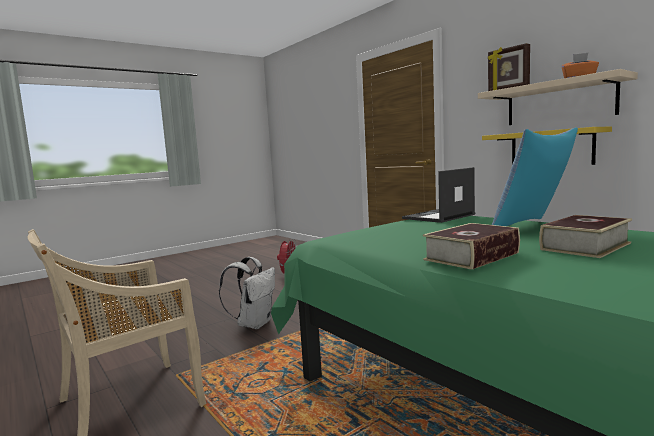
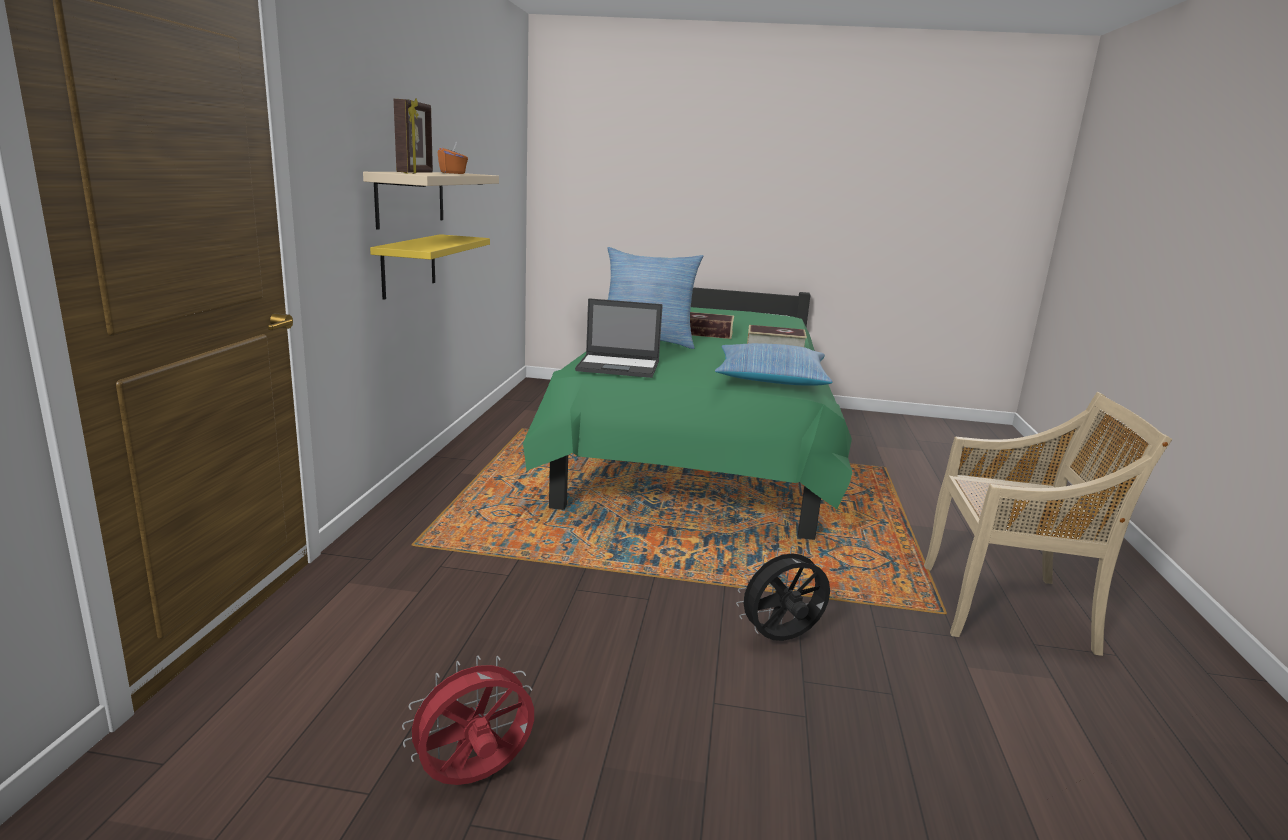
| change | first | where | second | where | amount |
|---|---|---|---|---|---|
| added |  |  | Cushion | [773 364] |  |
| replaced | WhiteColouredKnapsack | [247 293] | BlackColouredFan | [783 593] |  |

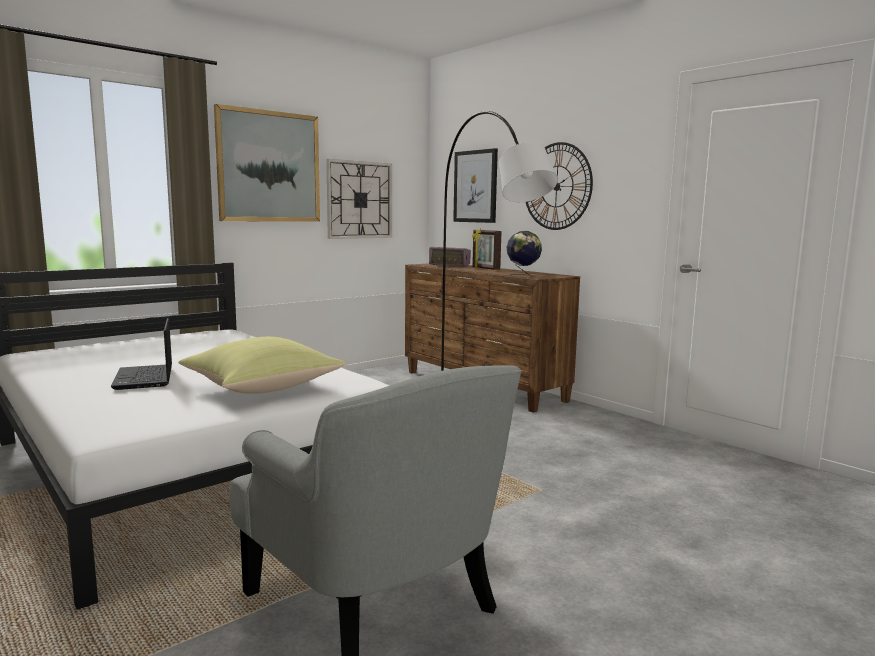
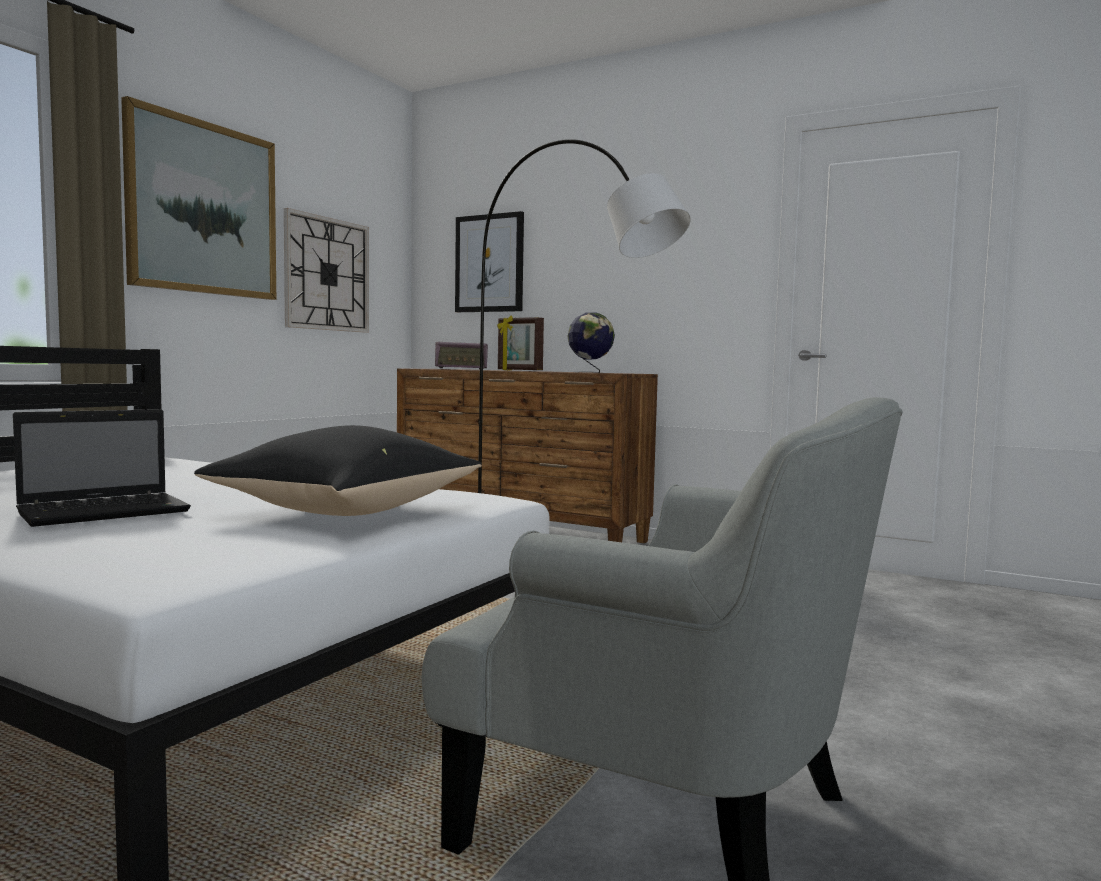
| change | first | where | second | where | amount |
|---|---|---|---|---|---|
| removed | ClockOnTheWall | [559 186] |  |  |  |
| recoloured | YellowColouredCushion | [262 365] | BlackColouredCushion | [338 470] |  |
| turned | NotebookComputer | [141 354] |  | [102 468] | 90 degrees counterclockwise |

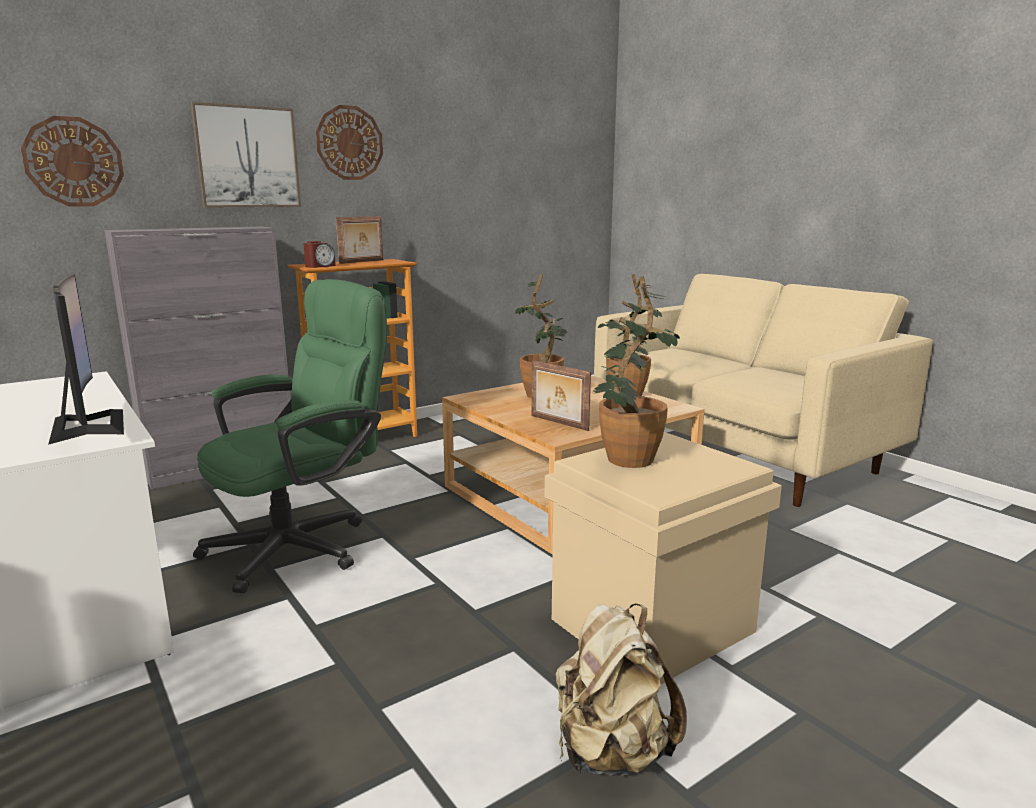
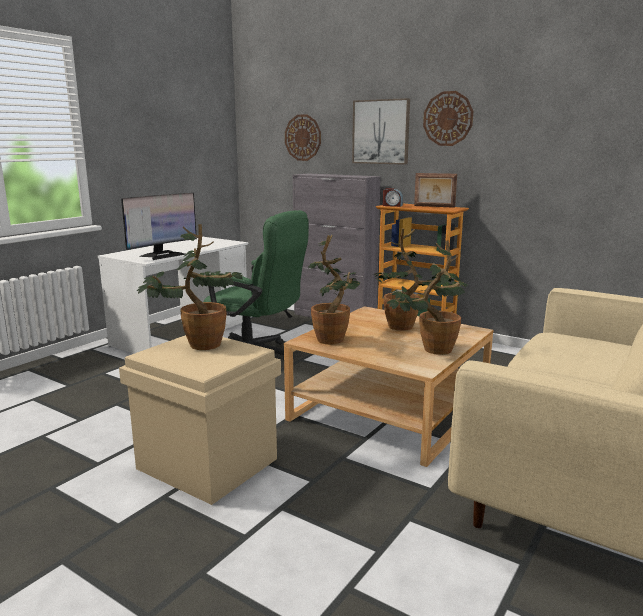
| change | first | where | second | where | amount |
|---|---|---|---|---|---|
| removed | SandColouredKnapsack | [621 690] |  |  |  |
| replaced | PictureFrame | [561 395] | Houseplant | [334 289] |  |

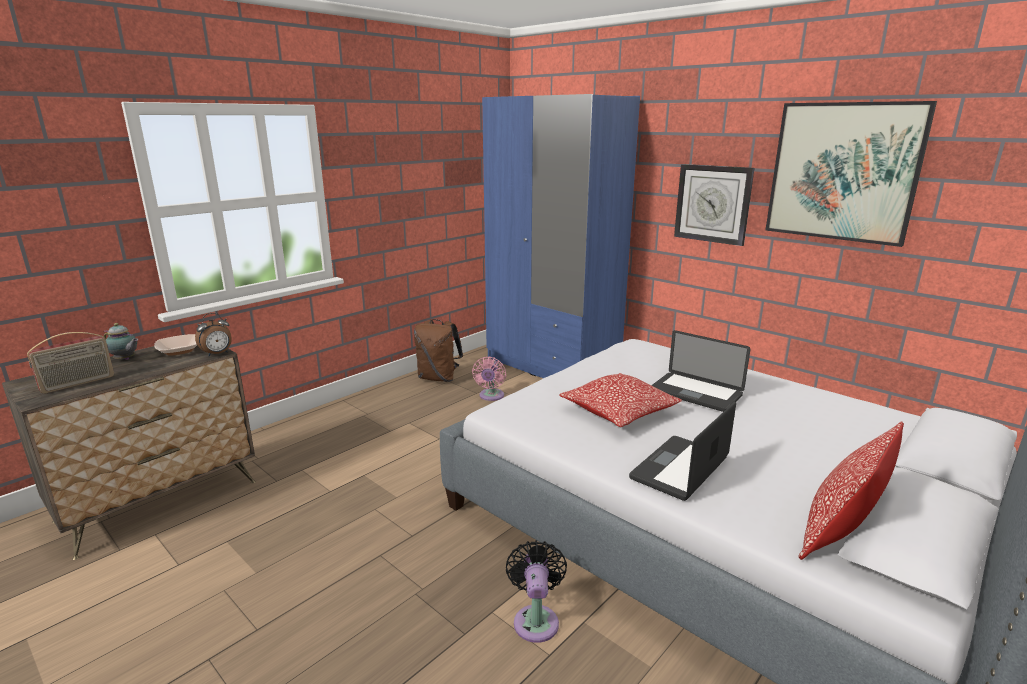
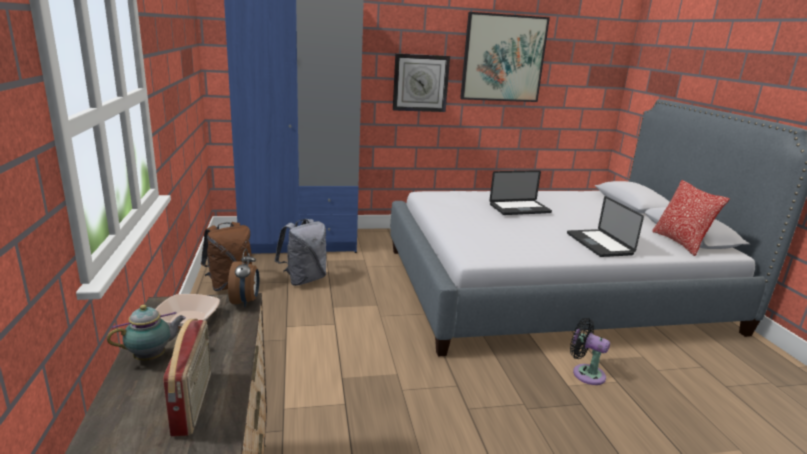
| change | first | where | second | where | amount |
|---|---|---|---|---|---|
| removed | Cushion | [621 400] |  |  |  |
| replaced | PinkFan | [489 379] | GreyKnapsack | [300 252] |  |

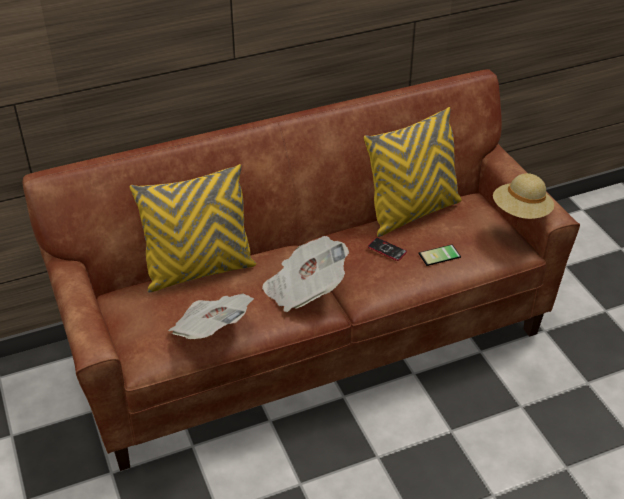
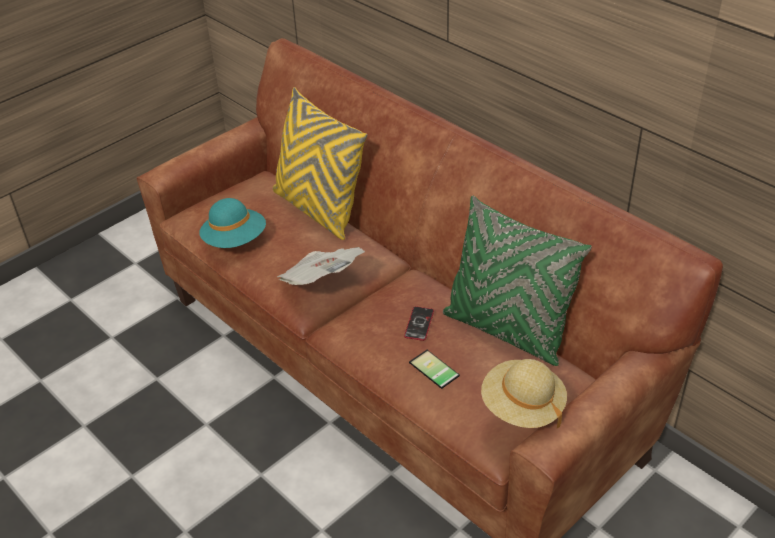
| change | first | where | second | where | amount |
|---|---|---|---|---|---|
| replaced | PrintedPaper | [211 316] | TurquoiseColouredClothingHat | [232 223] |  |
| recoloured | YellowColouredCushion | [413 172] | GreenishCushion | [517 281] |  |

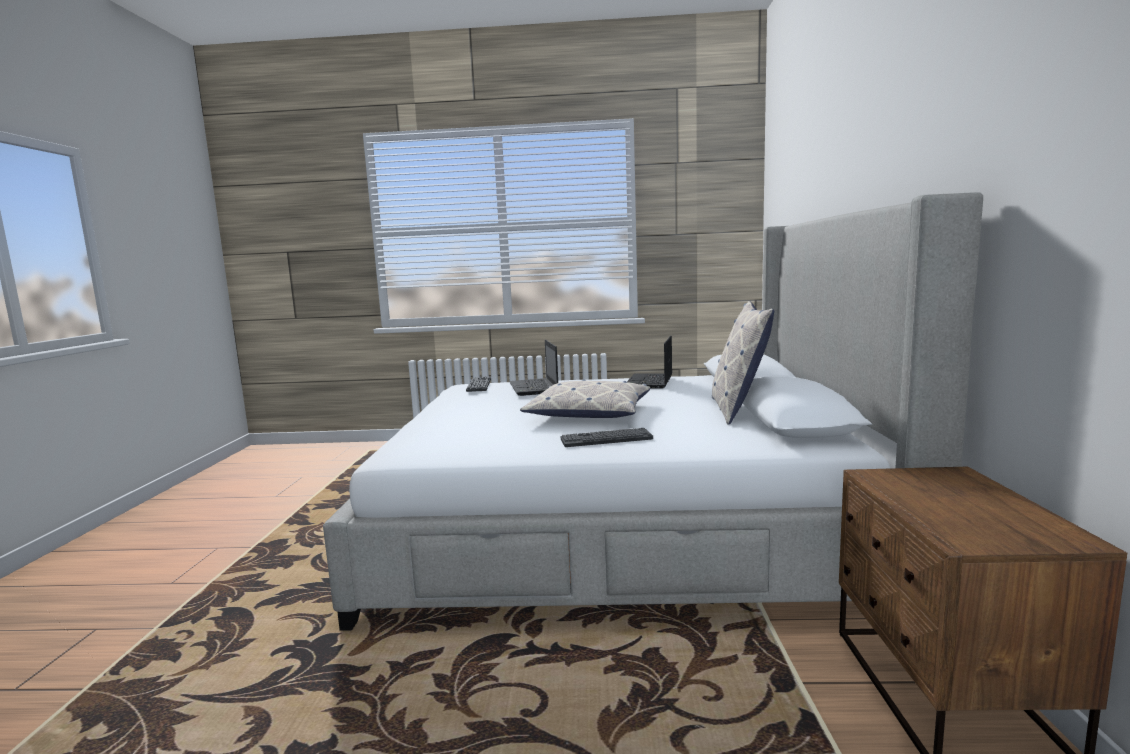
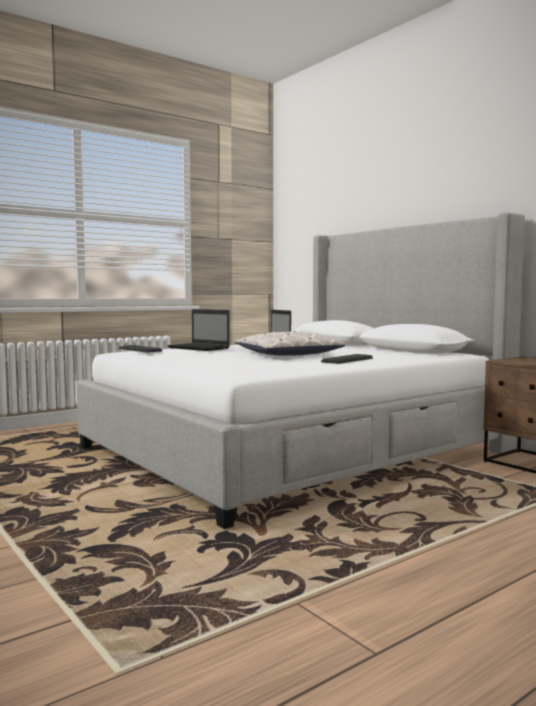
| change | first | where | second | where | amount |
|---|---|---|---|---|---|
| removed | Cushion | [743 363] |  |  |  |

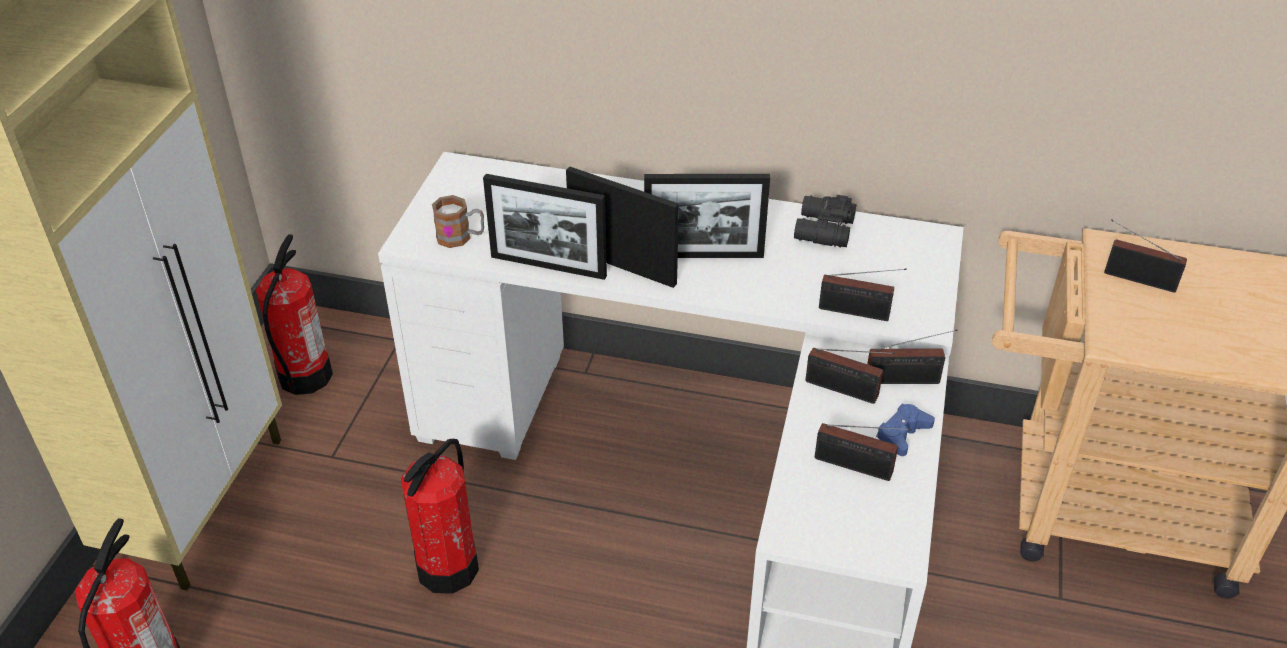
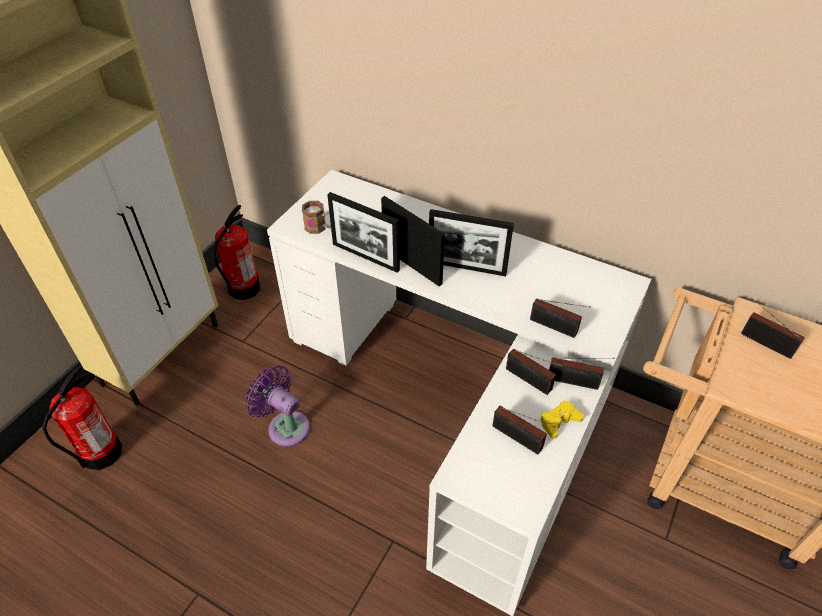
| change | first | where | second | where | amount |
|---|---|---|---|---|---|
| removed | BlackColouredFieldGlasses | [825 221] |  |  |  |
| replaced | FireFightingCylinder | [440 516] | PurplishFan | [277 406] |  |
| recoloured | BluishJoypad | [905 430] | YellowColouredJoypad | [562 420] |  |

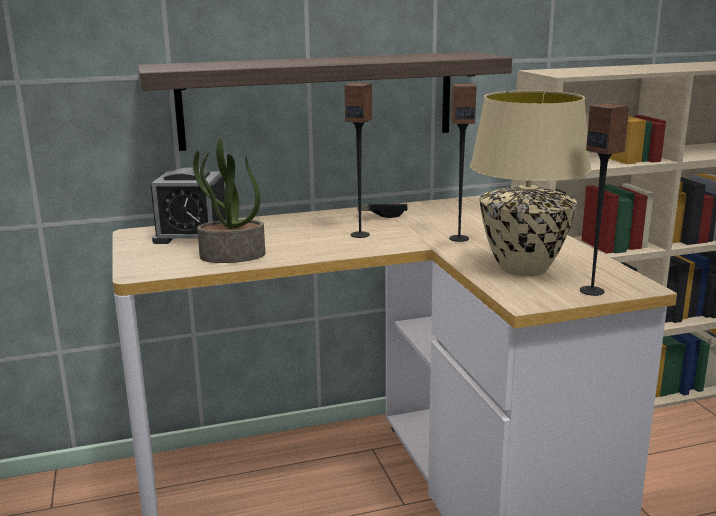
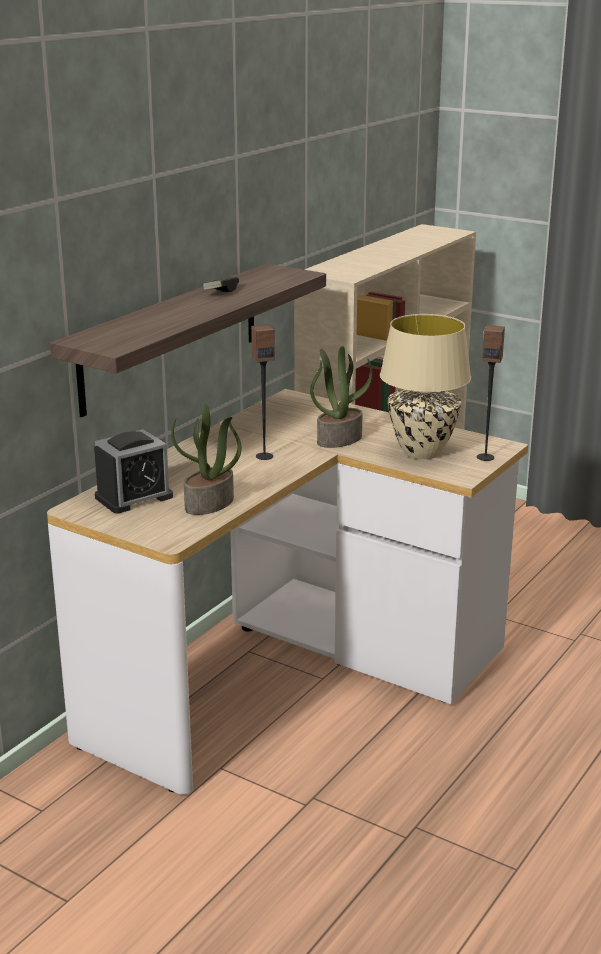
| change | first | where | second | where | amount |
|---|---|---|---|---|---|
| moved | Joypad | [383 210] |  | [221 284] |  |
| replaced | AudioSpeaker | [463 162] | Houseplant | [341 397] |  |

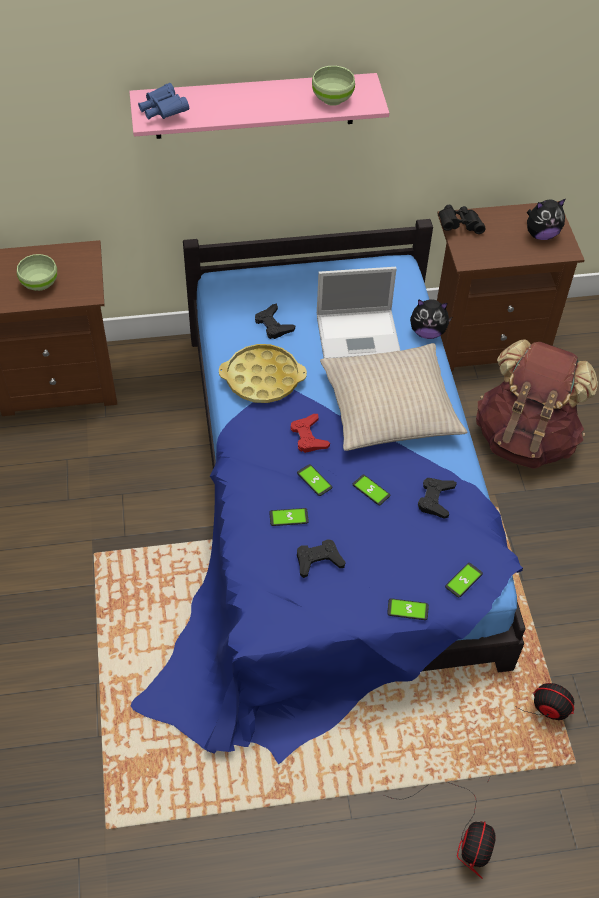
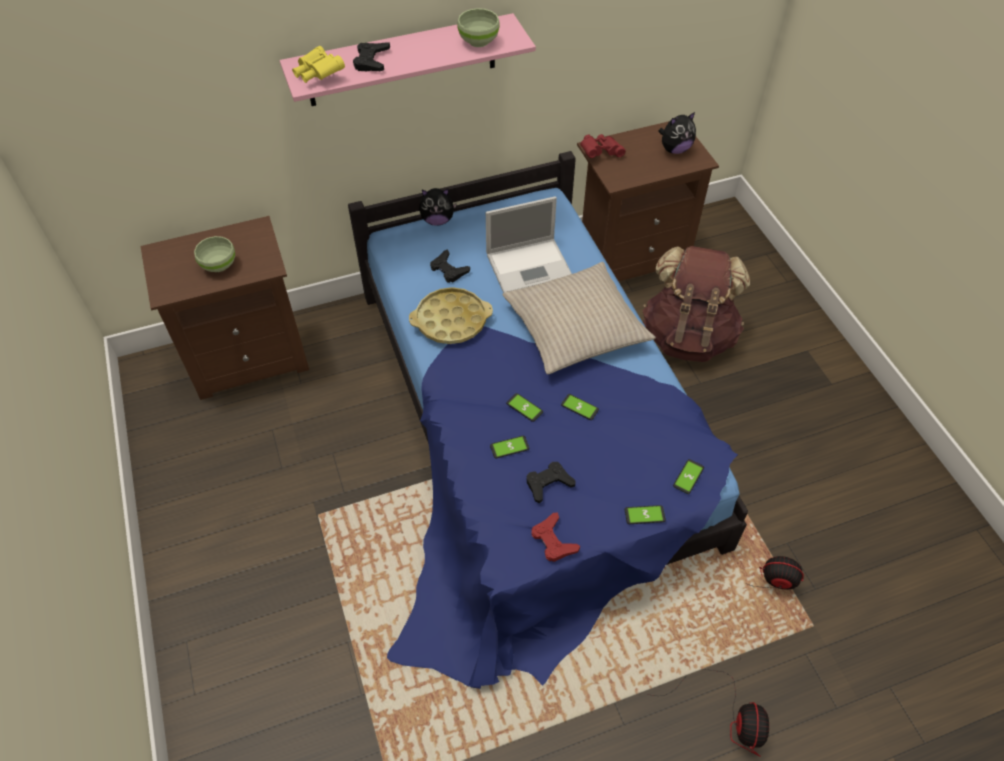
| change | first | where | second | where | amount |
|---|---|---|---|---|---|
| moved | ReddishJoypad | [310 433] |  | [556 537] |  |
| moved | CuddlyToy | [431 319] |  | [438 207] |  |
| moved | BlackColouredJoypad | [437 498] |  | [371 56] |  |
| recoloured | BluishFieldGlasses | [163 101] | YellowColouredFieldGlasses | [318 64] |  |
| recoloured | BlackColouredFieldGlasses | [462 219] | ReddishFieldGlasses | [602 146] |  |

